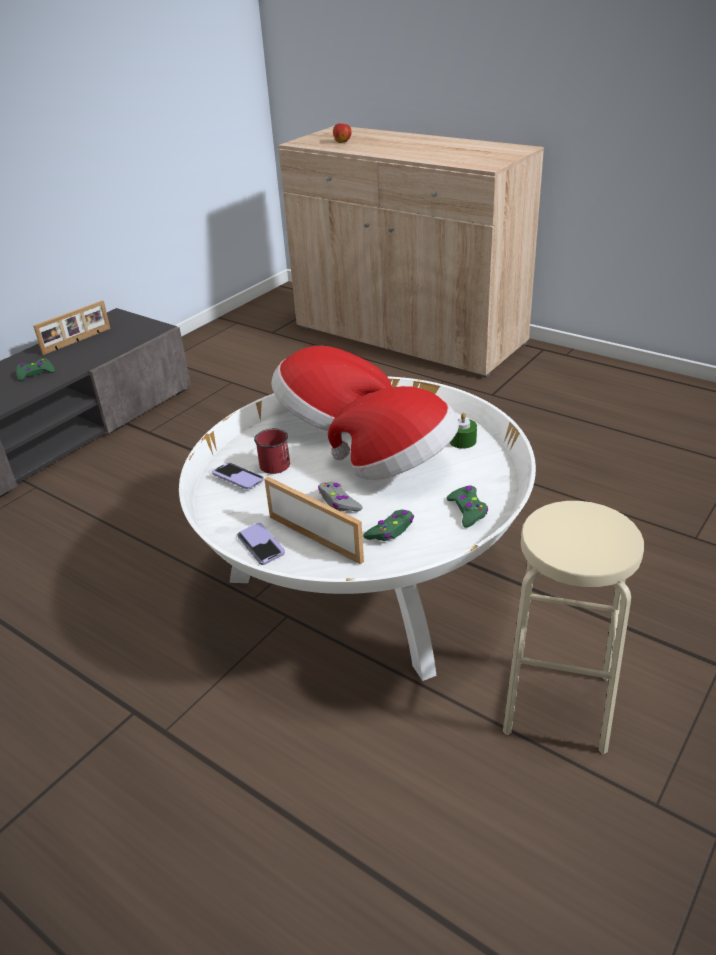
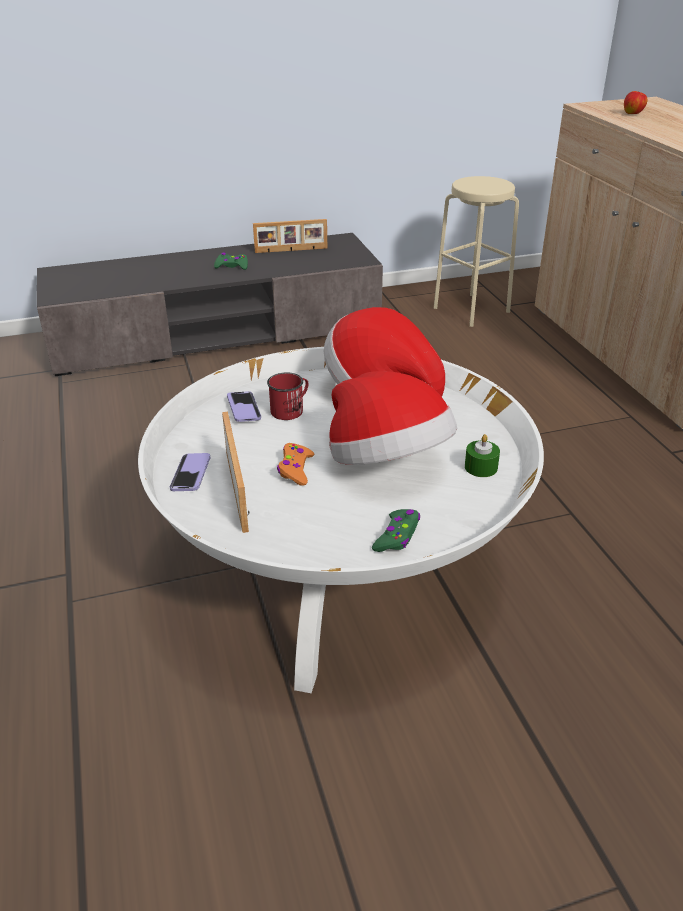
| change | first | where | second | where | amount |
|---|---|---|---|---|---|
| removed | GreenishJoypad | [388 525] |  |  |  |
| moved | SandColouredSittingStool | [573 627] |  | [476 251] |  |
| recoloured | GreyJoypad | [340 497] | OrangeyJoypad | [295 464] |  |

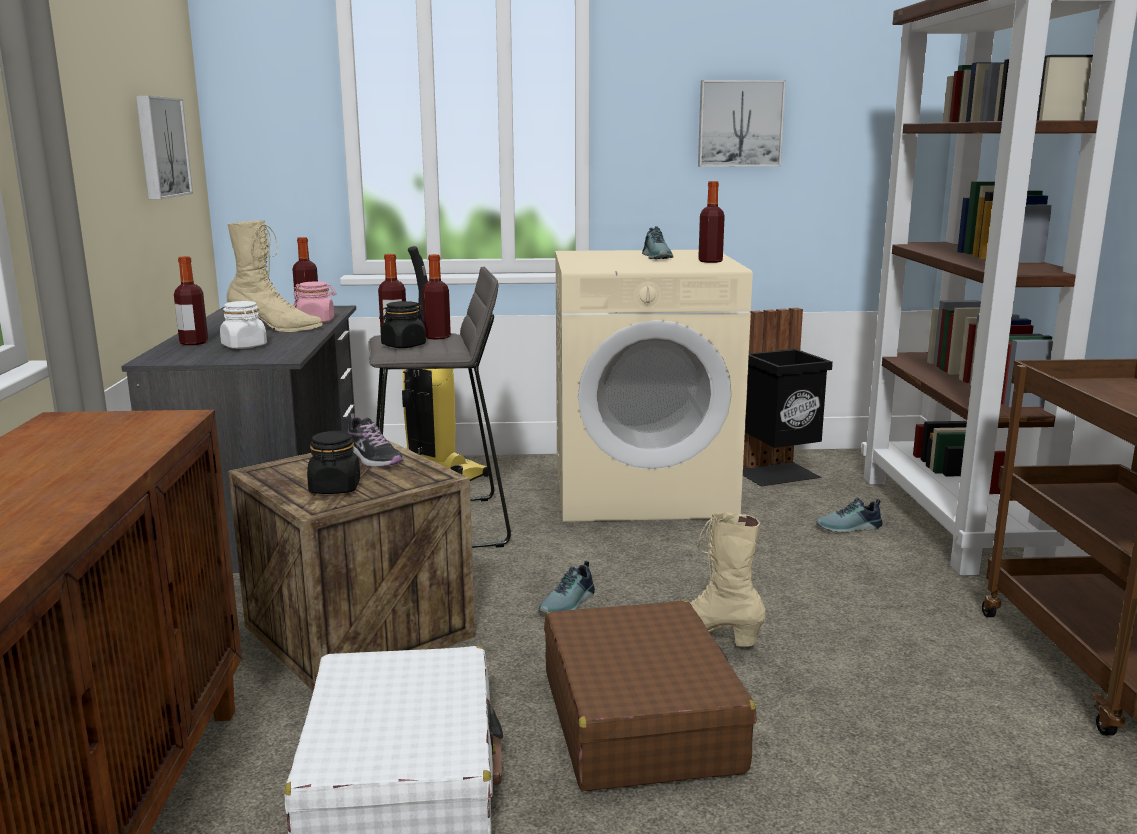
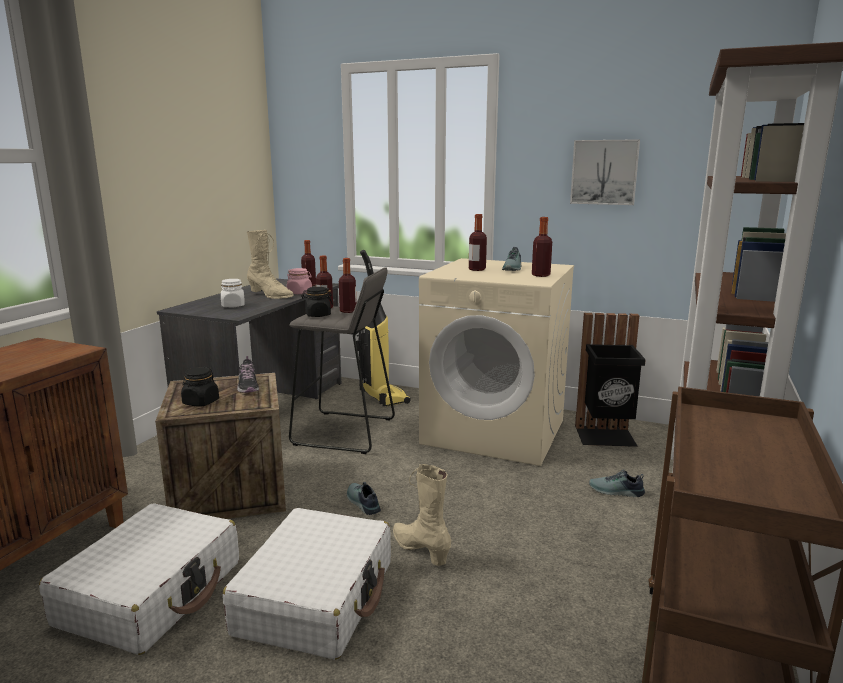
| change | first | where | second | where | amount |
|---|---|---|---|---|---|
| removed | Picture | [164 147] |  |  |  |
| moved | BeverageBottle | [191 300] |  | [478 242] |  |
| recoloured | BrownTravelCase | [650 695] | WhiteColouredTravelCase | [307 584] |  |
| turned | LowShoe | [566 587] |  | [364 498] | 90 degrees clockwise |

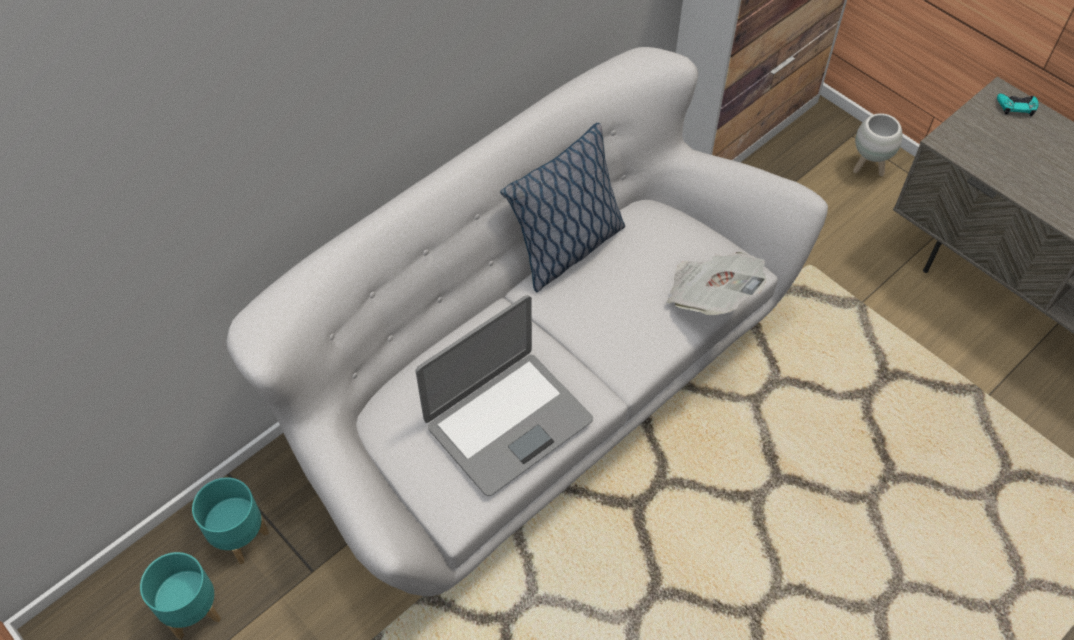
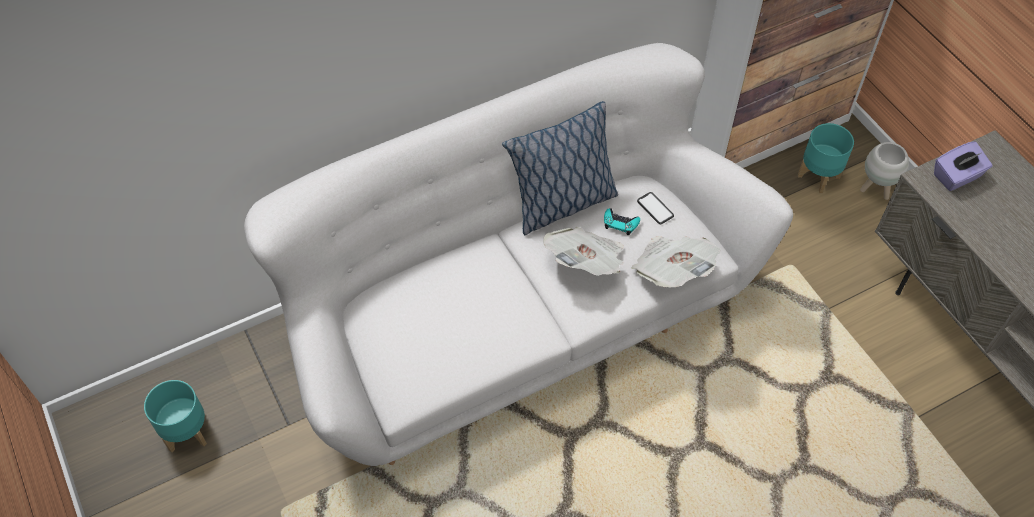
| change | first | where | second | where | amount |
|---|---|---|---|---|---|
| removed | NotebookComputer | [504 395] |  |  |  |
| added |  |  | PrintedPaper | [583 251] |  |
| added |  |  | Handset | [655 208] |  |
| added |  |  | PurplishBoxOfTissues | [963 166] |  |
| moved | TurquoiseColouredPlanter | [230 520] |  | [826 158] |  |
| moved | TurquoiseColouredJoypad | [1017 104] |  | [622 221] |  |

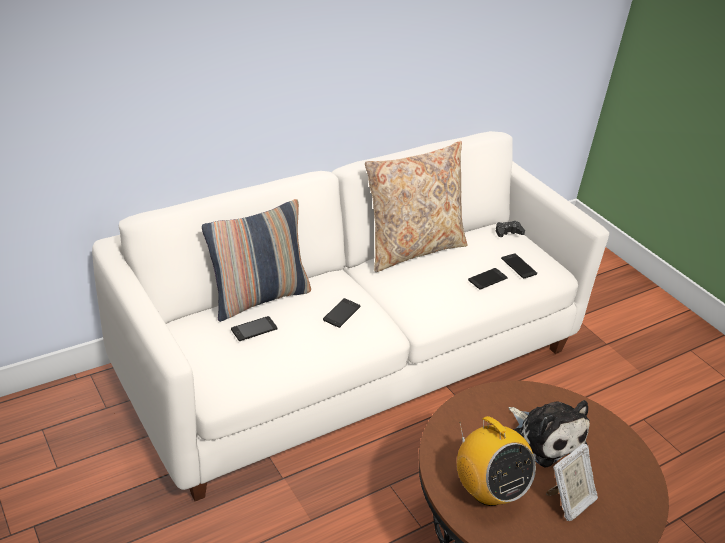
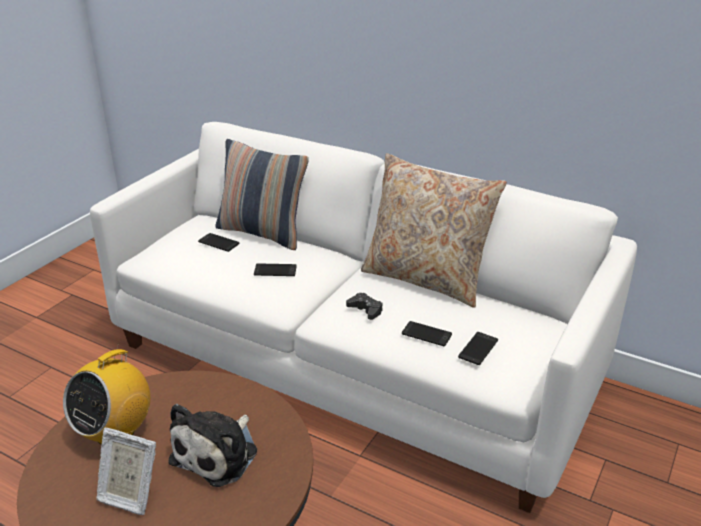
| change | first | where | second | where | amount |
|---|---|---|---|---|---|
| moved | BlackColouredJoypad | [510 229] |  | [364 306] |  |

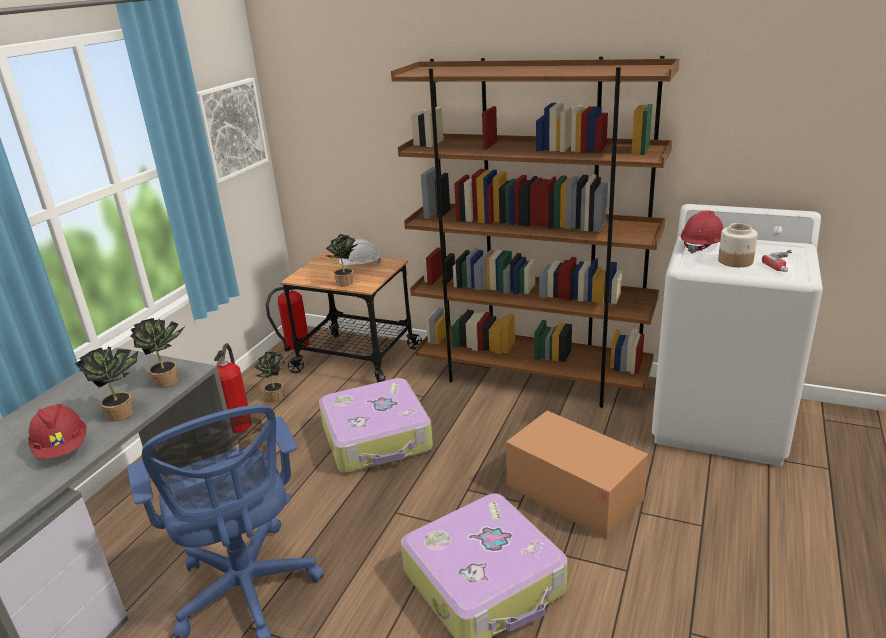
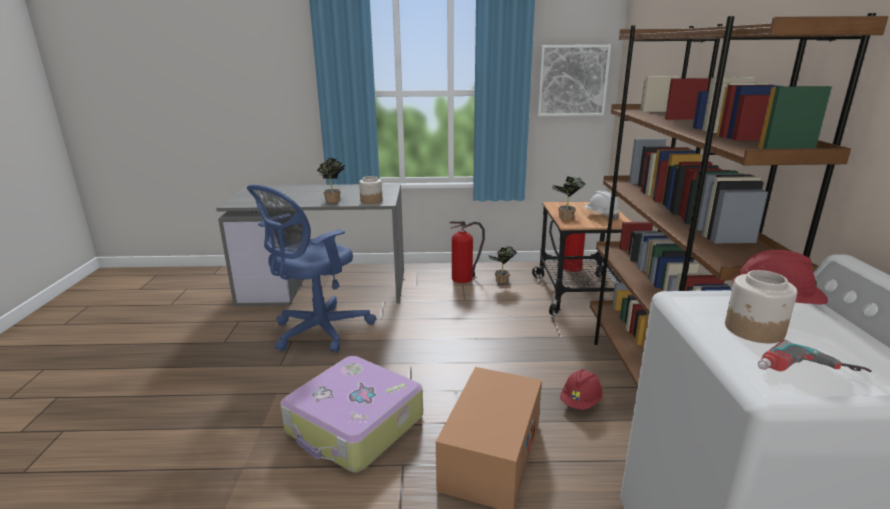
| change | first | where | second | where | amount |
|---|---|---|---|---|---|
| removed | TravelCase | [376 425] |  |  |  |
| moved | ReddishHardHat | [58 431] |  | [581 389] |  |
| replaced | Houseplant | [157 353] | PreserveJar | [371 190] |  |

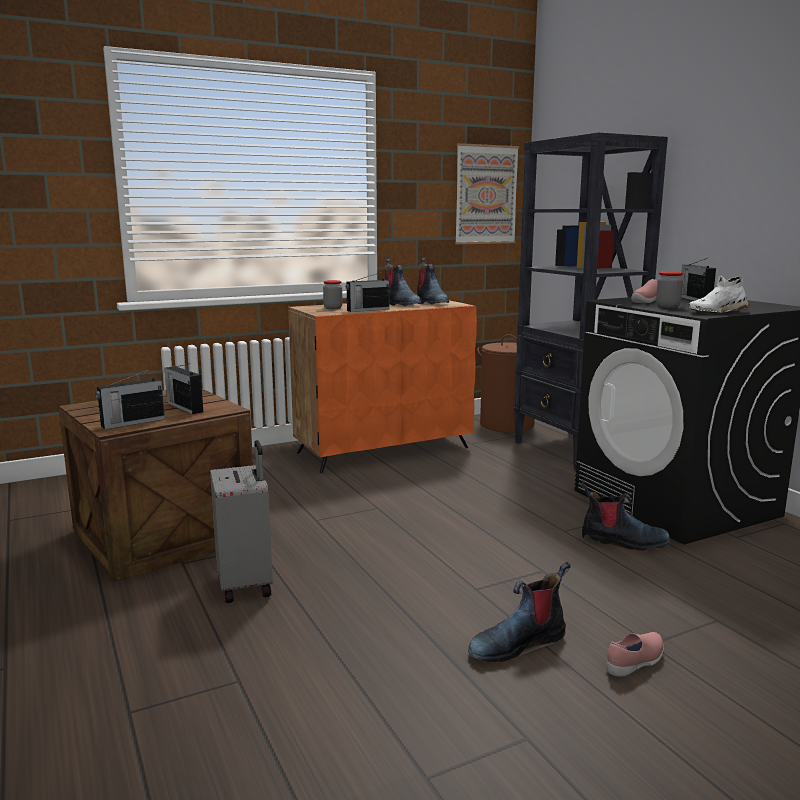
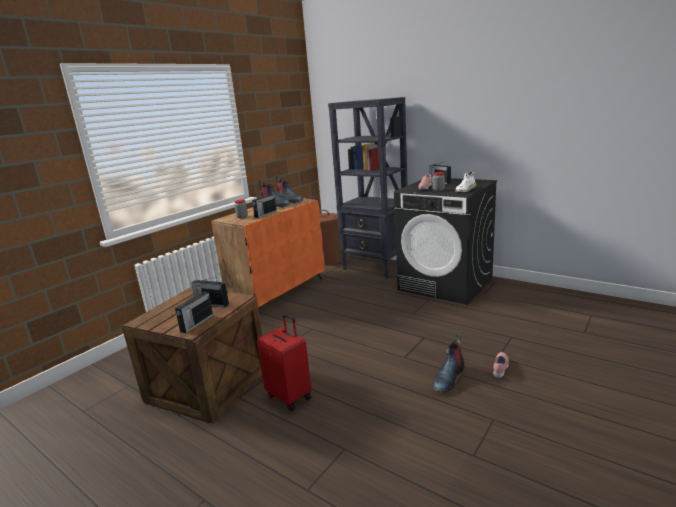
| change | first | where | second | where | amount |
|---|---|---|---|---|---|
| removed | Picture | [487 193] |  |  |  |
| removed | TallBoot | [625 516] |  |  |  |
| recoloured | GreyTravelCase | [241 521] | ReddishTravelCase | [284 362] |  |

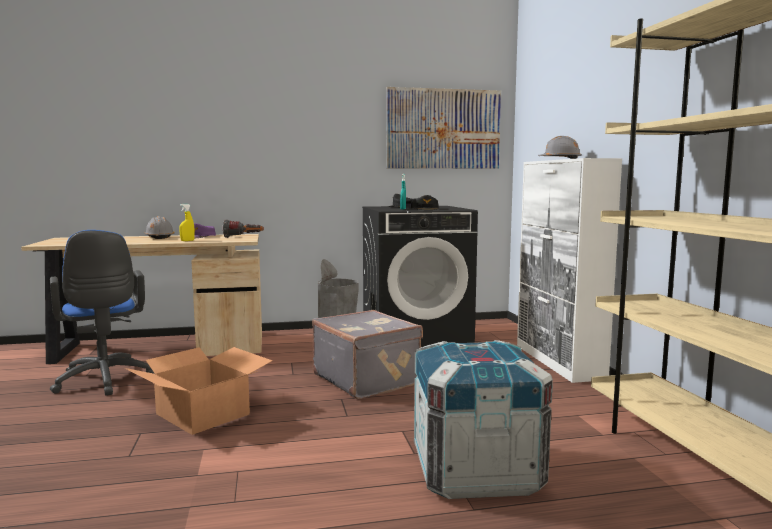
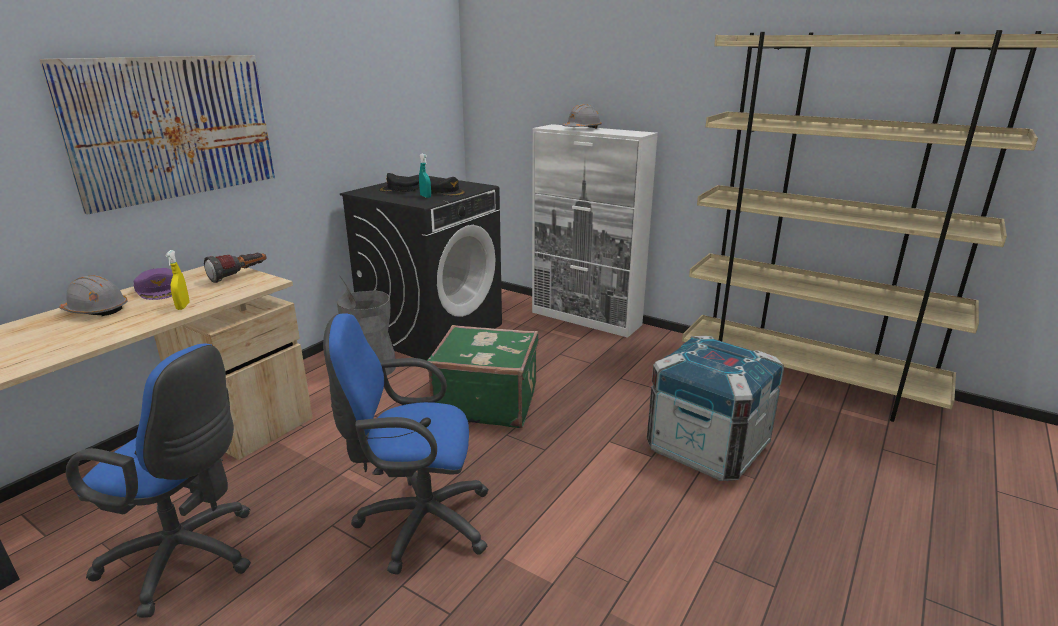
| change | first | where | second | where | amount |
|---|---|---|---|---|---|
| moved | Picture | [443 128] |  | [157 134] |  |
| replaced | Carton | [198 391] | BluishOfficeChair | [406 444] |  |
| recoloured | GreyTravelCase | [367 354] | GreenishTravelCase | [483 376] |  |

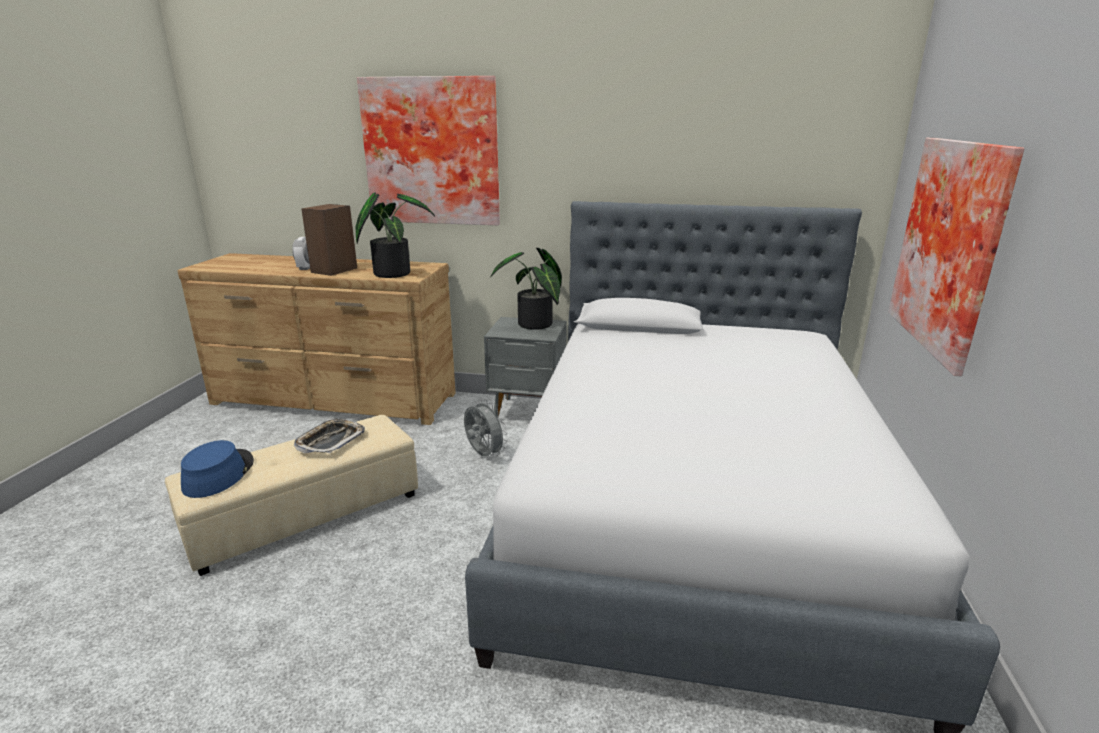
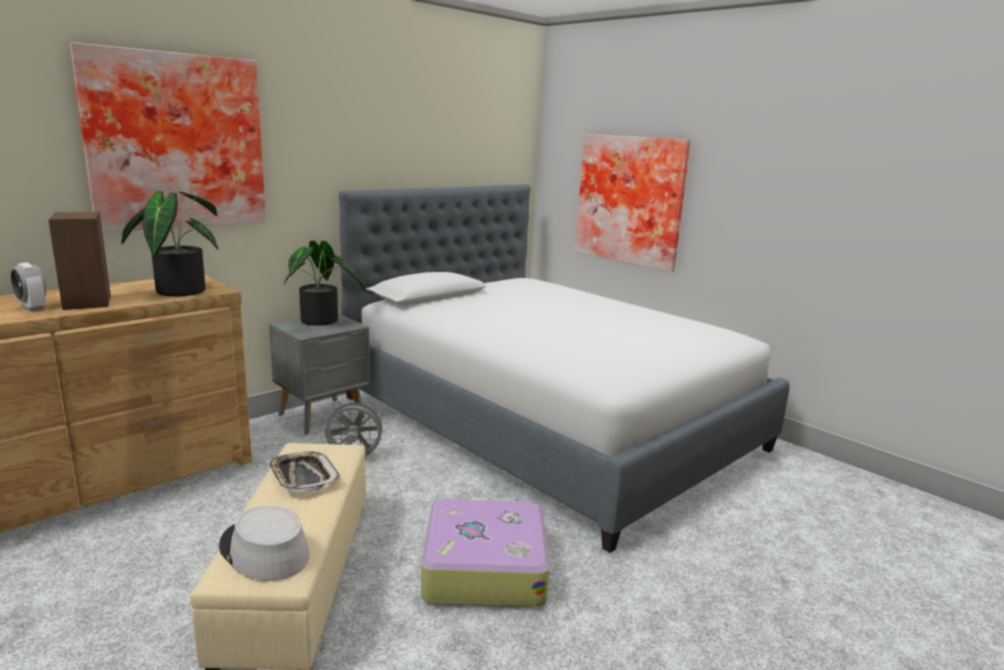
| change | first | where | second | where | amount |
|---|---|---|---|---|---|
| added |  |  | TravelCase | [485 553] |  |
| recoloured | BluishClothingHat | [217 469] | GreyClothingHat | [264 543] |  |

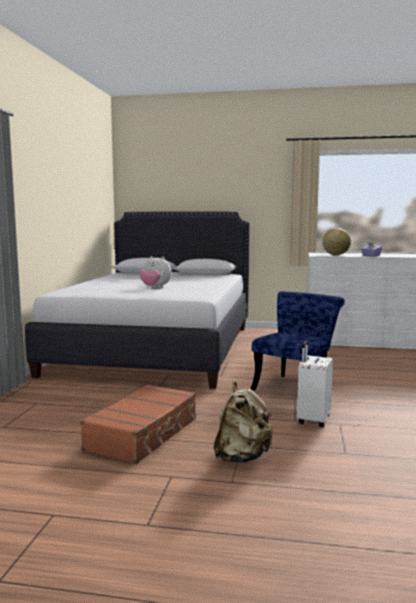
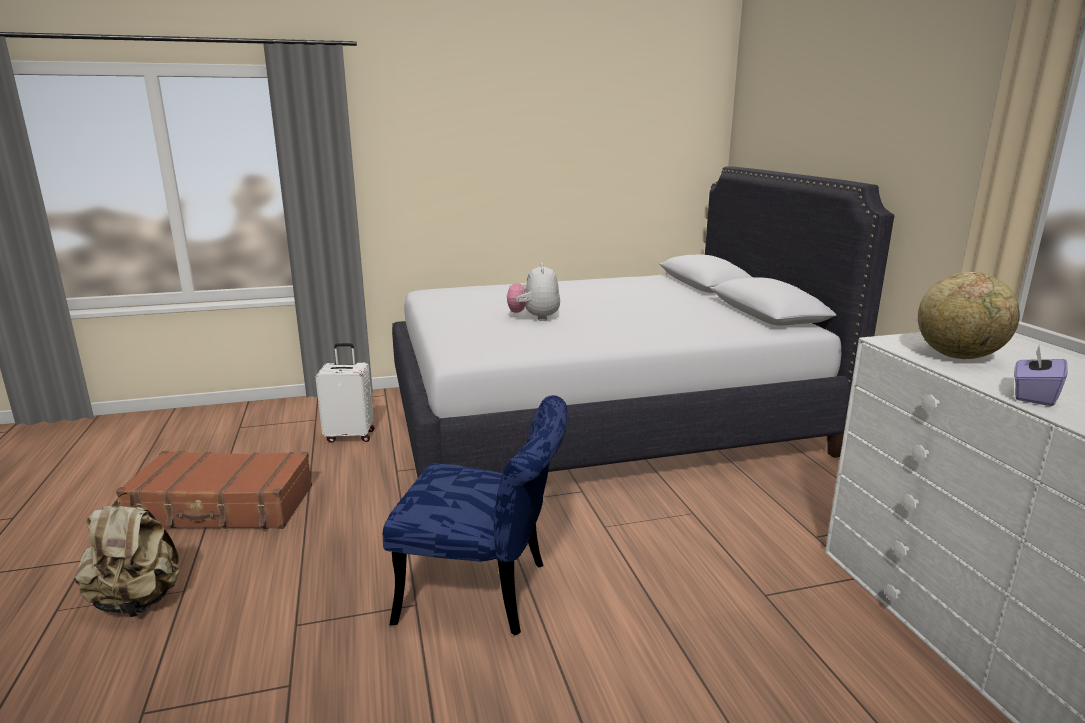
| change | first | where | second | where | amount |
|---|---|---|---|---|---|
| moved | WhiteColouredTravelCase | [315 384] |  | [345 393] |  |

